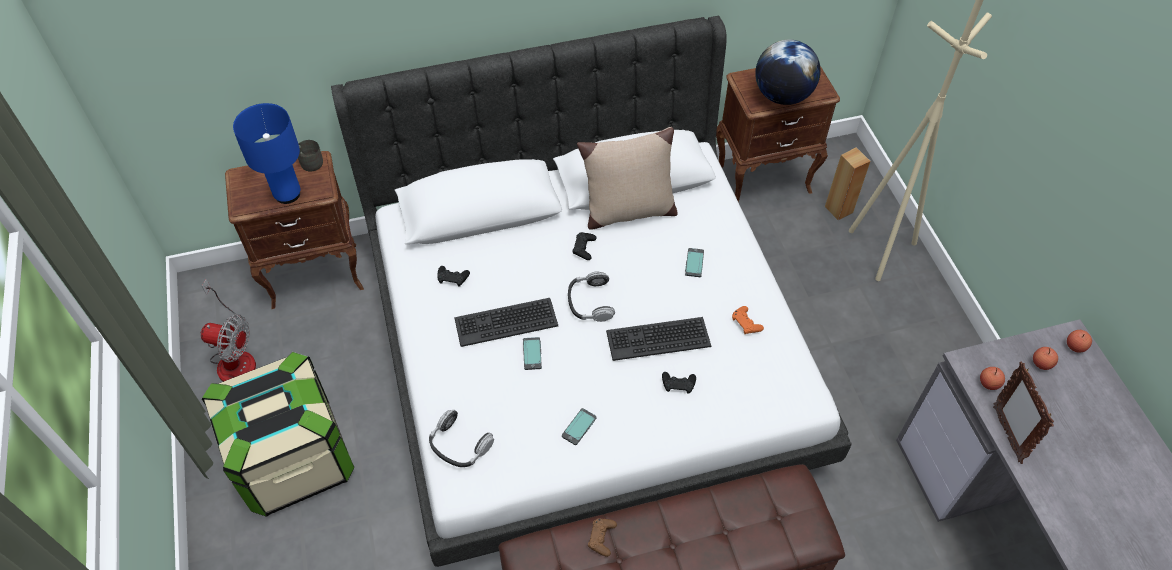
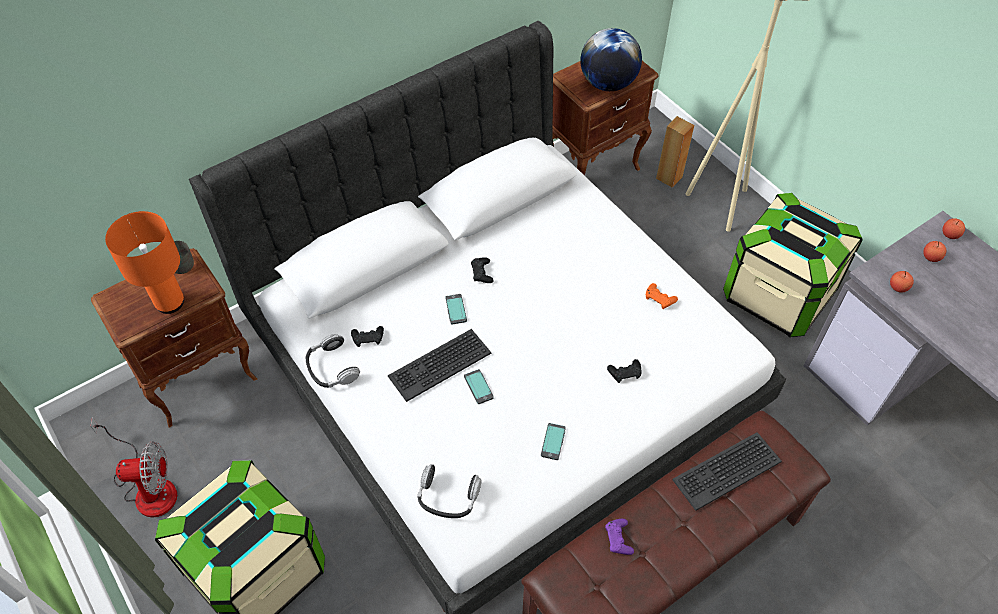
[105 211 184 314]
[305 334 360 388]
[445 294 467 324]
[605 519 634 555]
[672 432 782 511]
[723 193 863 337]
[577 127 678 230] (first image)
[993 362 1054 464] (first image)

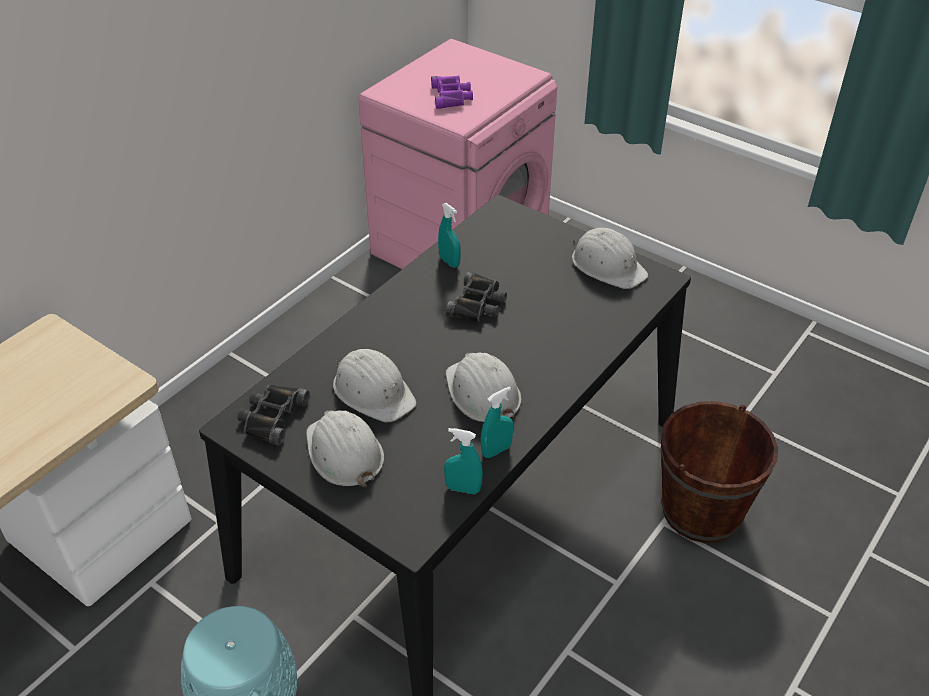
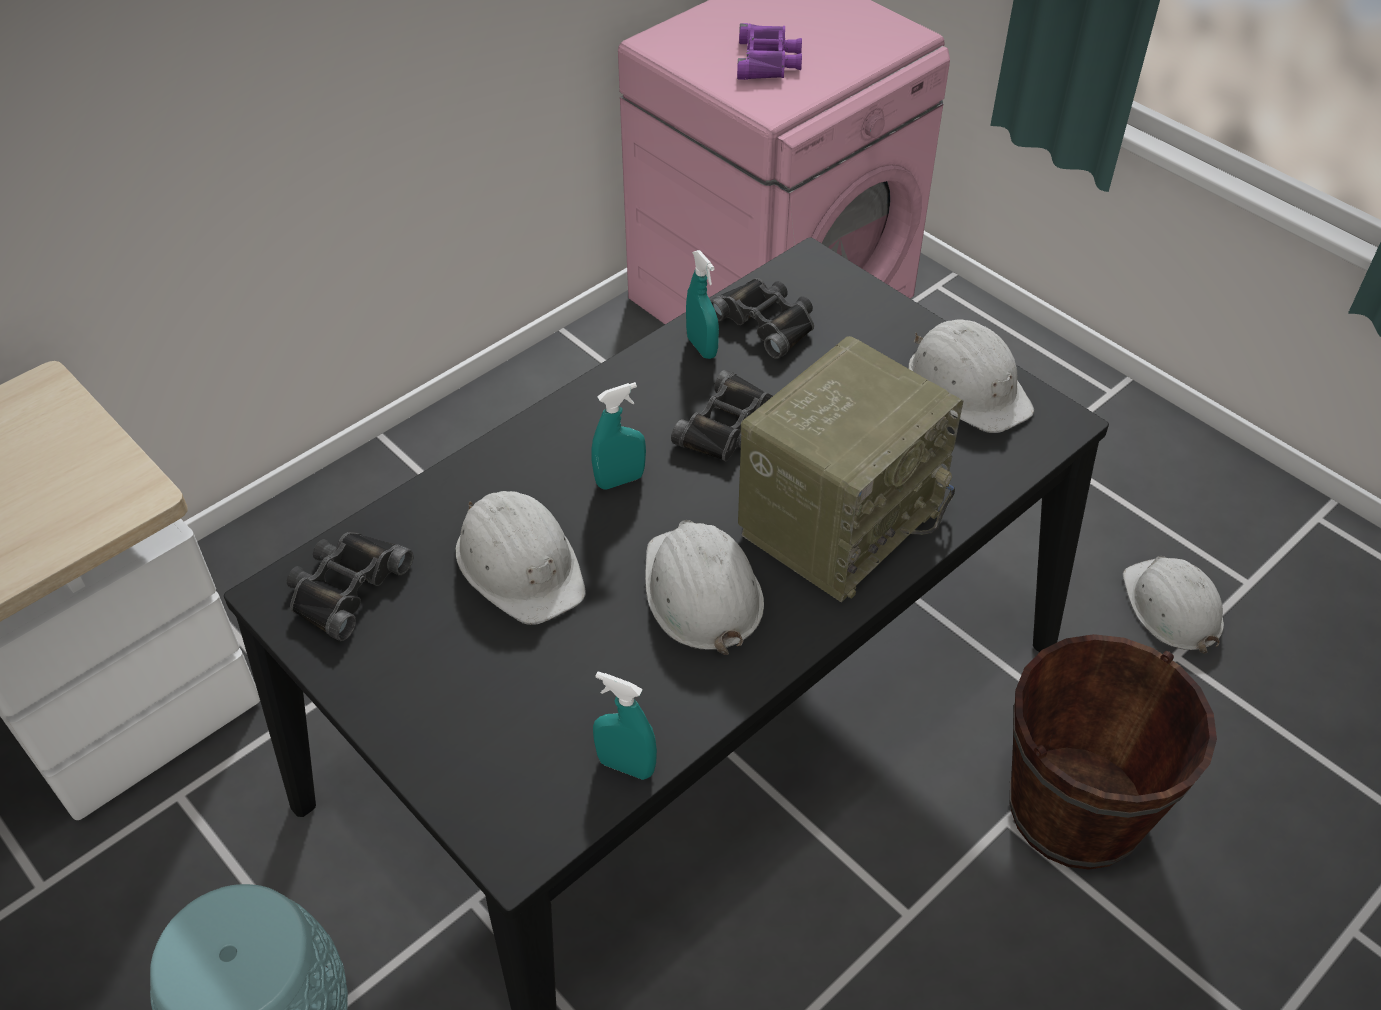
[592 382 646 489]
[710 278 814 359]
[738 336 963 602]
[1123 556 1224 653]

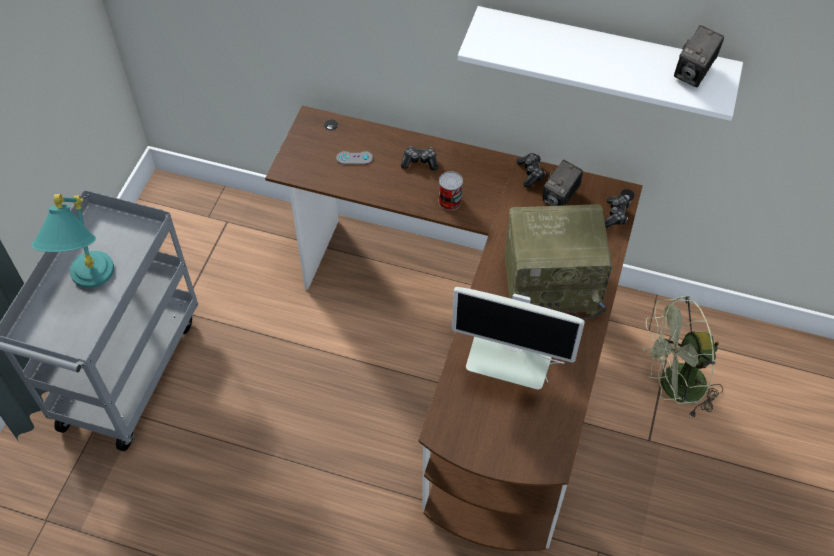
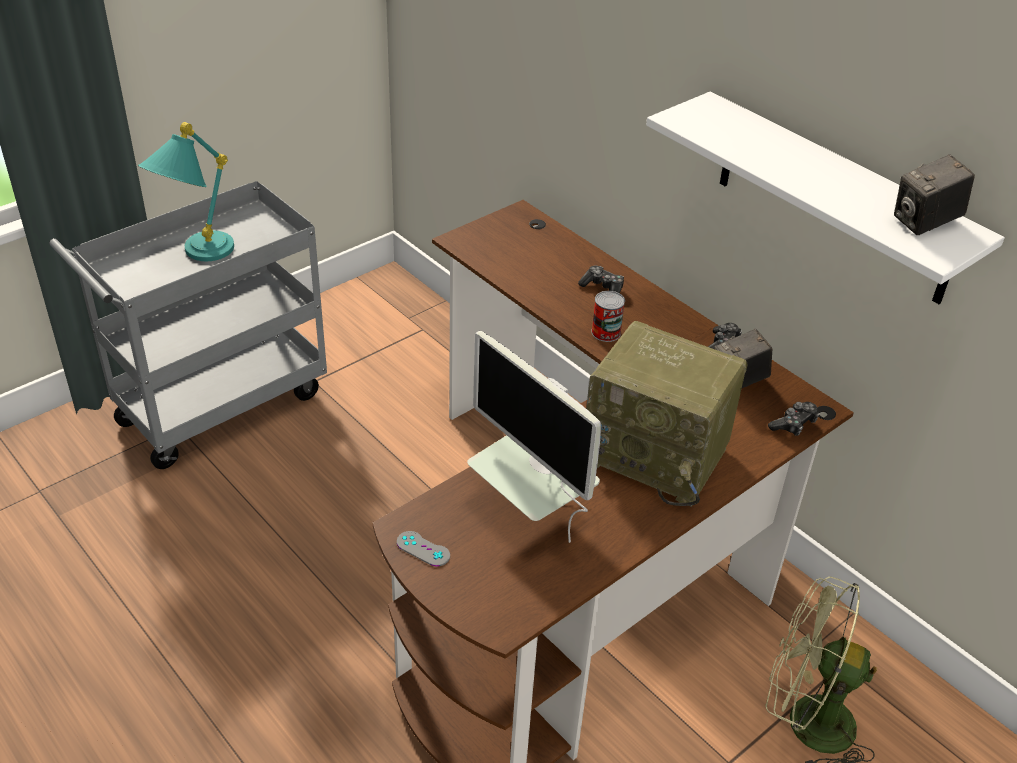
[397 531 450 566]

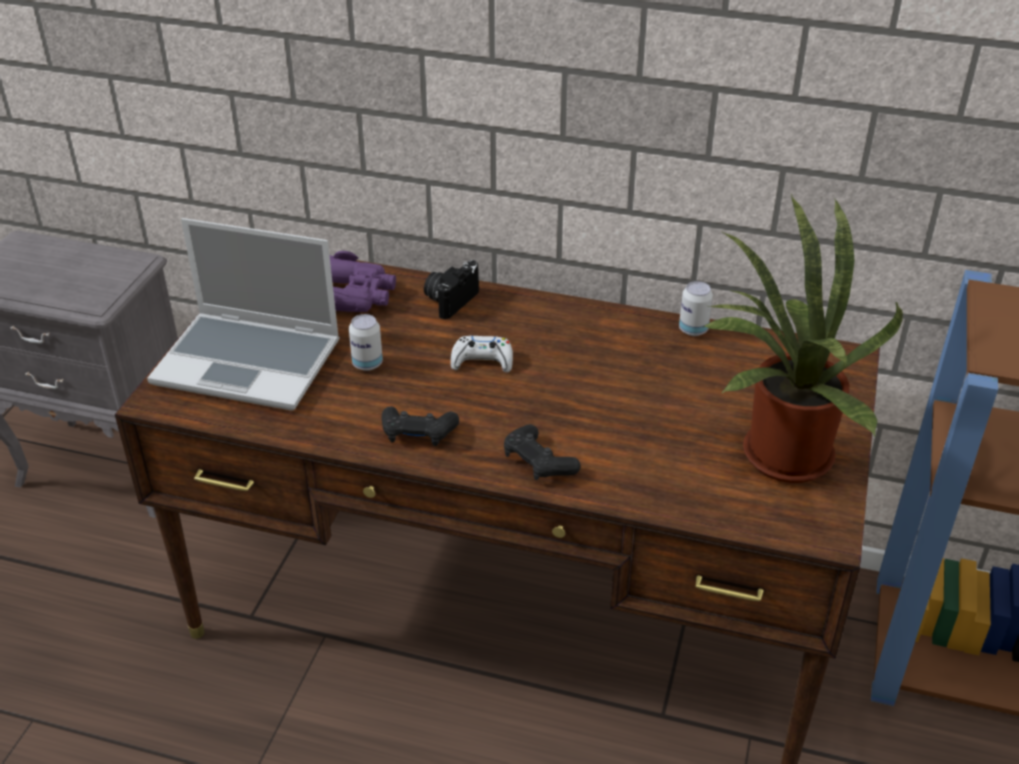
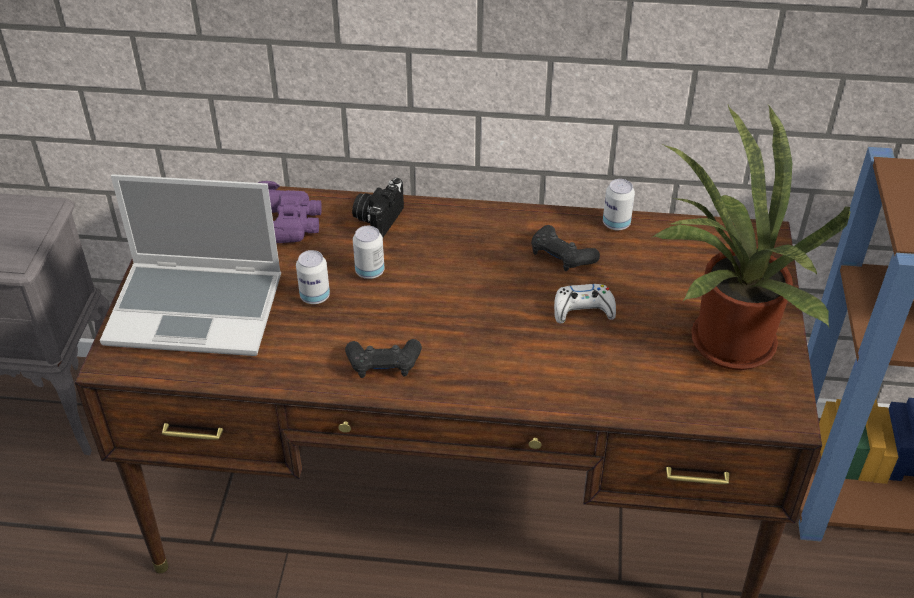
[353 226 384 279]
[531 225 600 271]
[554 284 616 323]

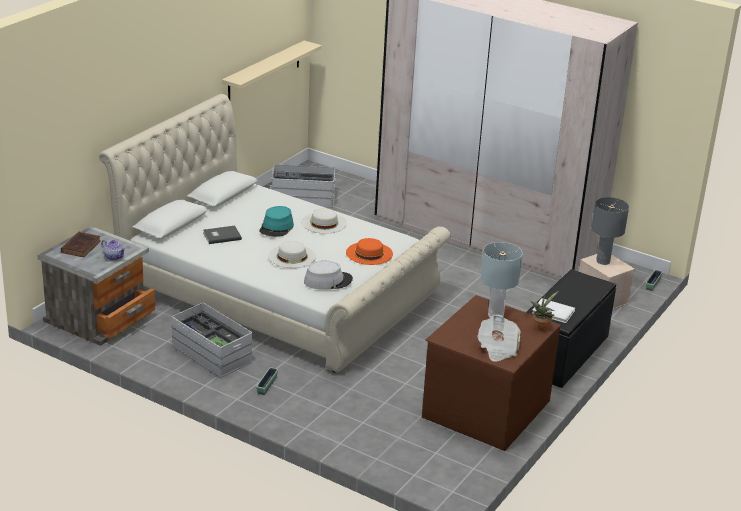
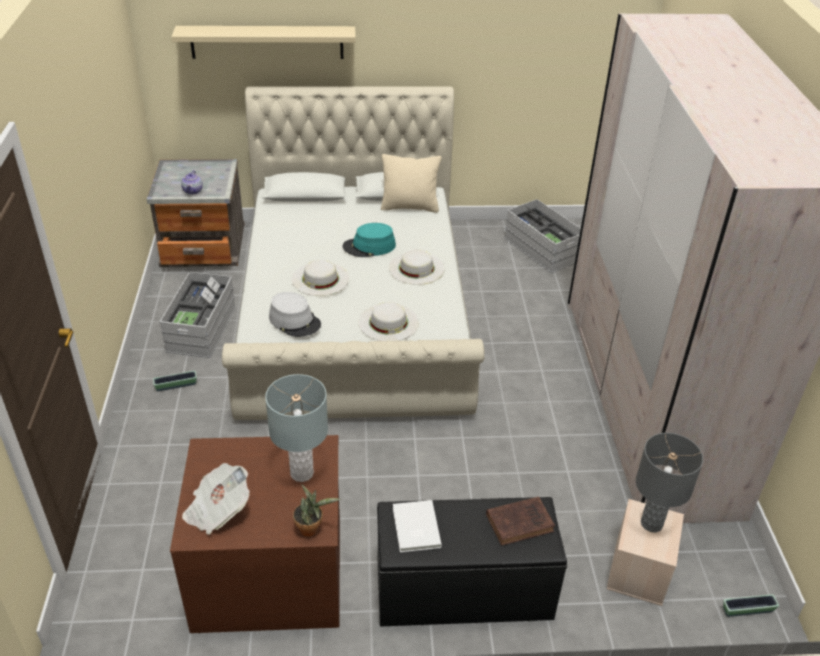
[171 26 356 59]
[358 302 419 341]
[381 154 442 212]
[486 497 555 546]
[203 226 242 244] (first image)

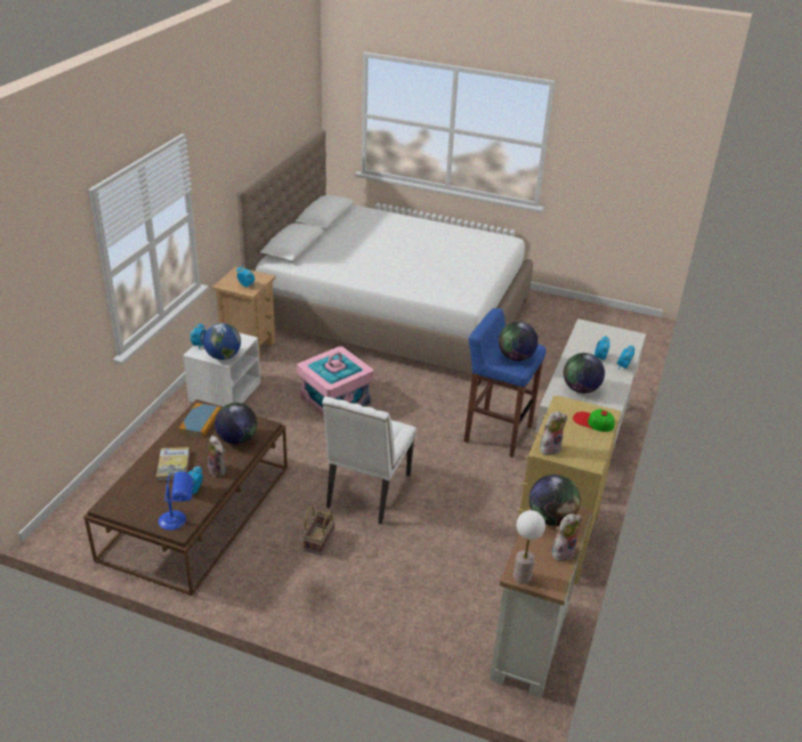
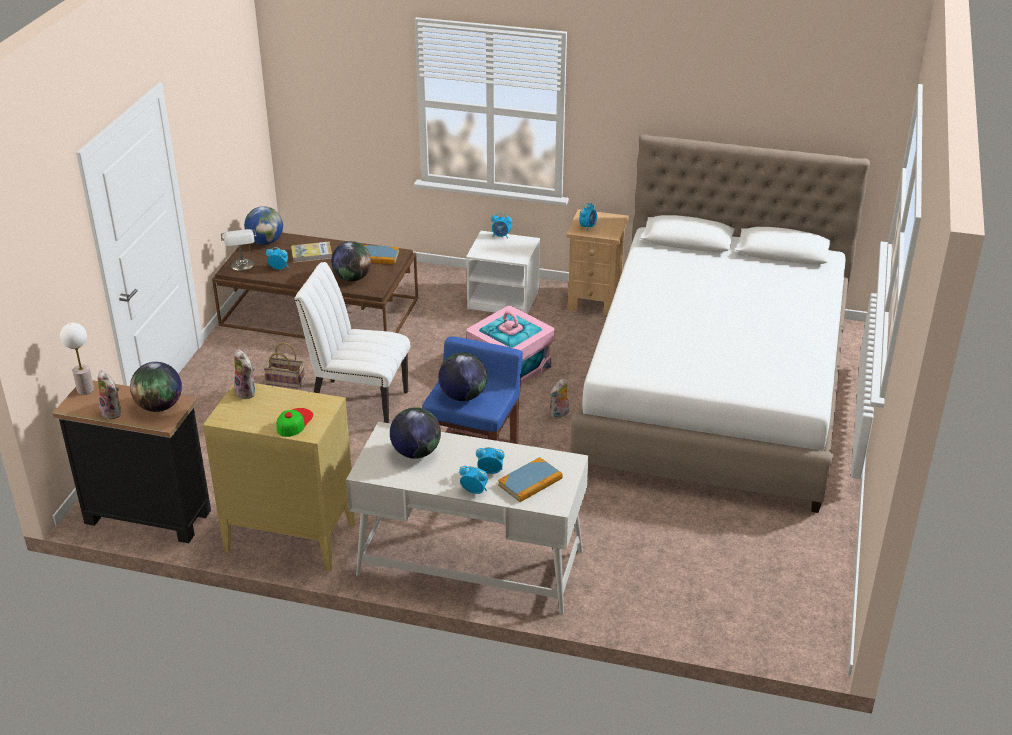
[52 380 211 543]
[221 229 257 271]
[244 206 283 245]
[498 457 563 502]
[550 379 569 419]

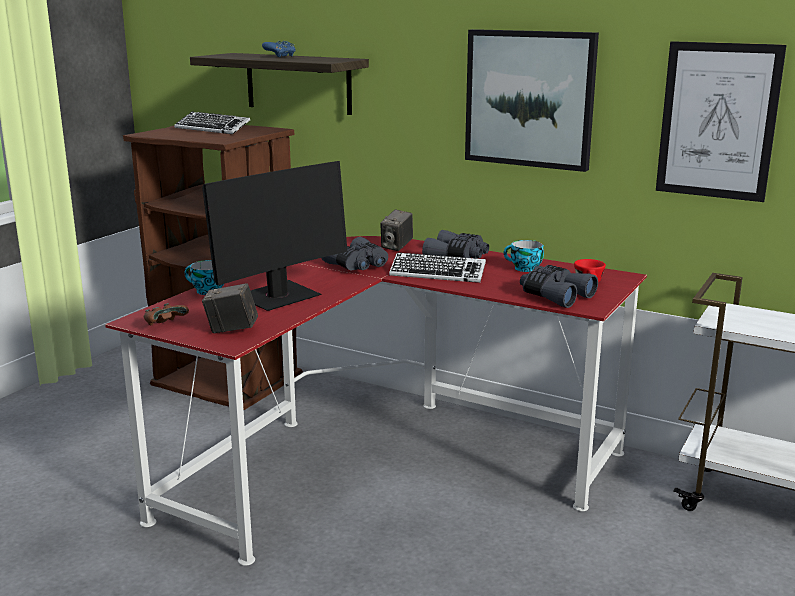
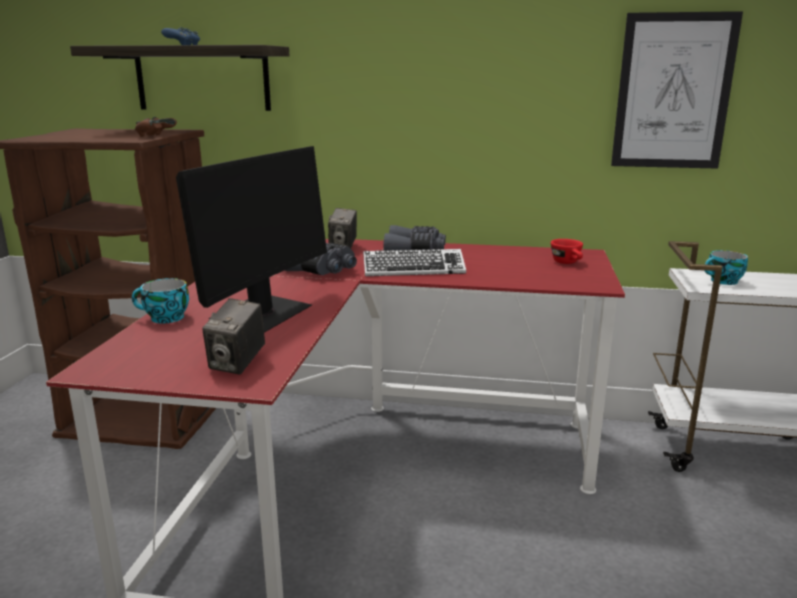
[135 117 177 137]
[202 298 265 374]
[704 250 748 285]
[174 112 250 134] (first image)
[465 29 599 172] (first image)
[520 265 598 308] (first image)

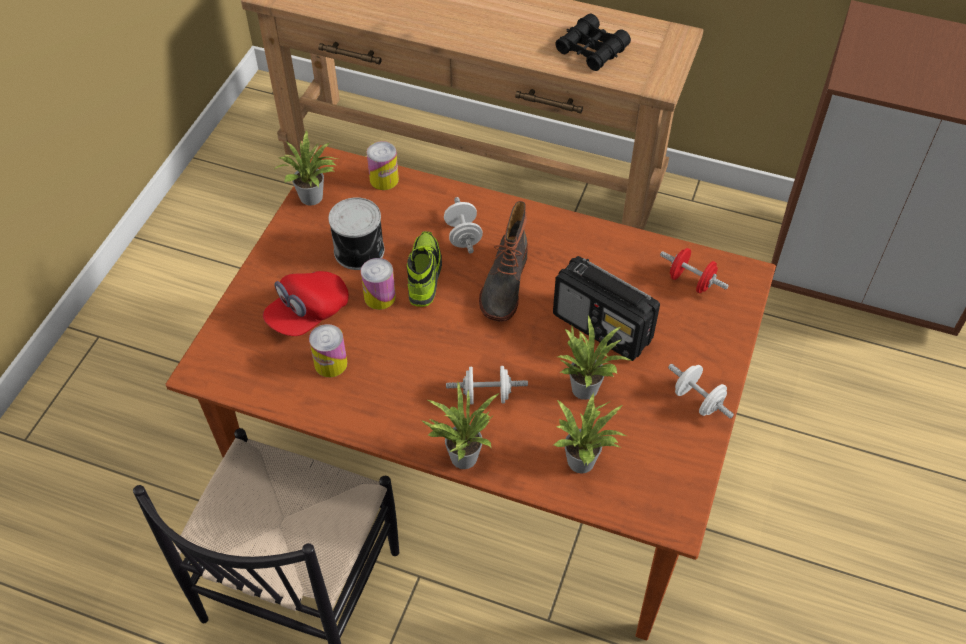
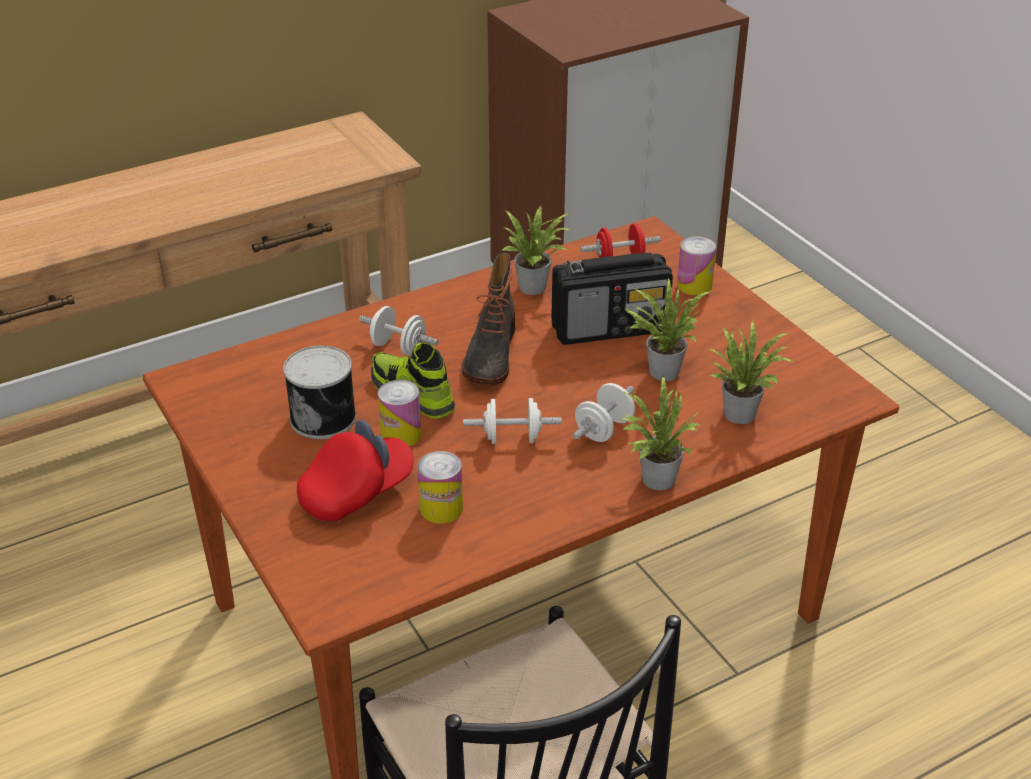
[297 419 413 521]
[462 253 515 385]
[463 398 562 444]
[501 206 571 295]
[677 237 716 295]
[555 14 631 71] (first image)

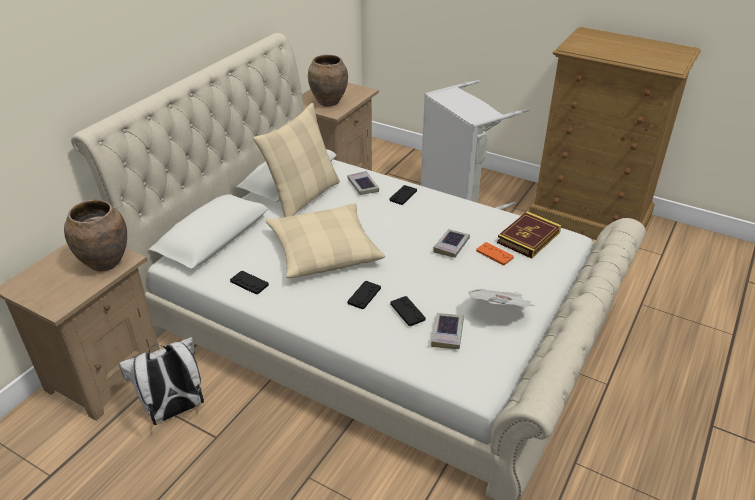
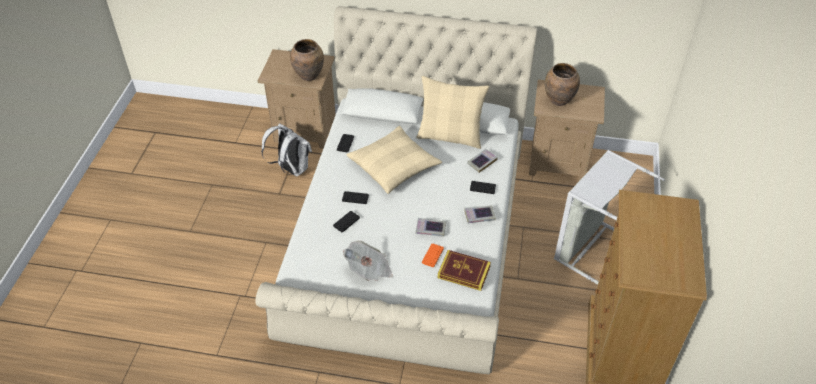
[464 206 496 223]

